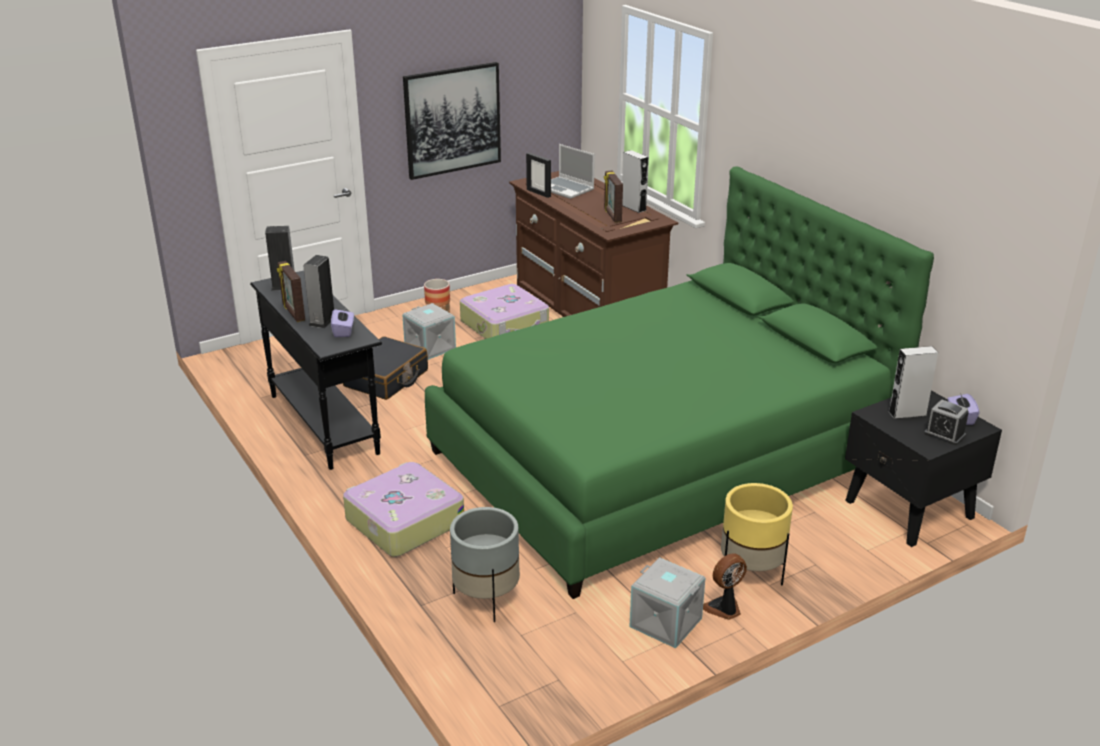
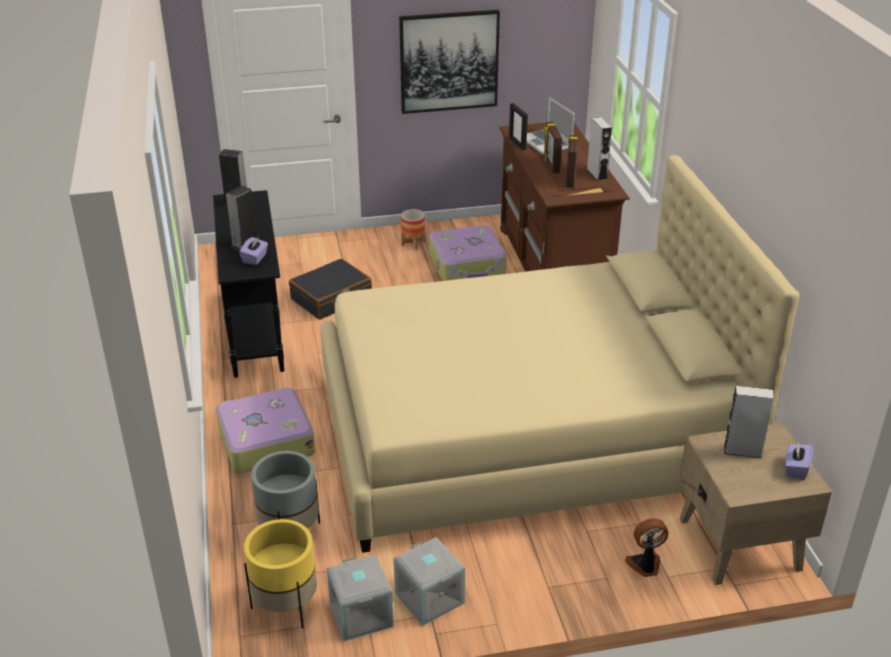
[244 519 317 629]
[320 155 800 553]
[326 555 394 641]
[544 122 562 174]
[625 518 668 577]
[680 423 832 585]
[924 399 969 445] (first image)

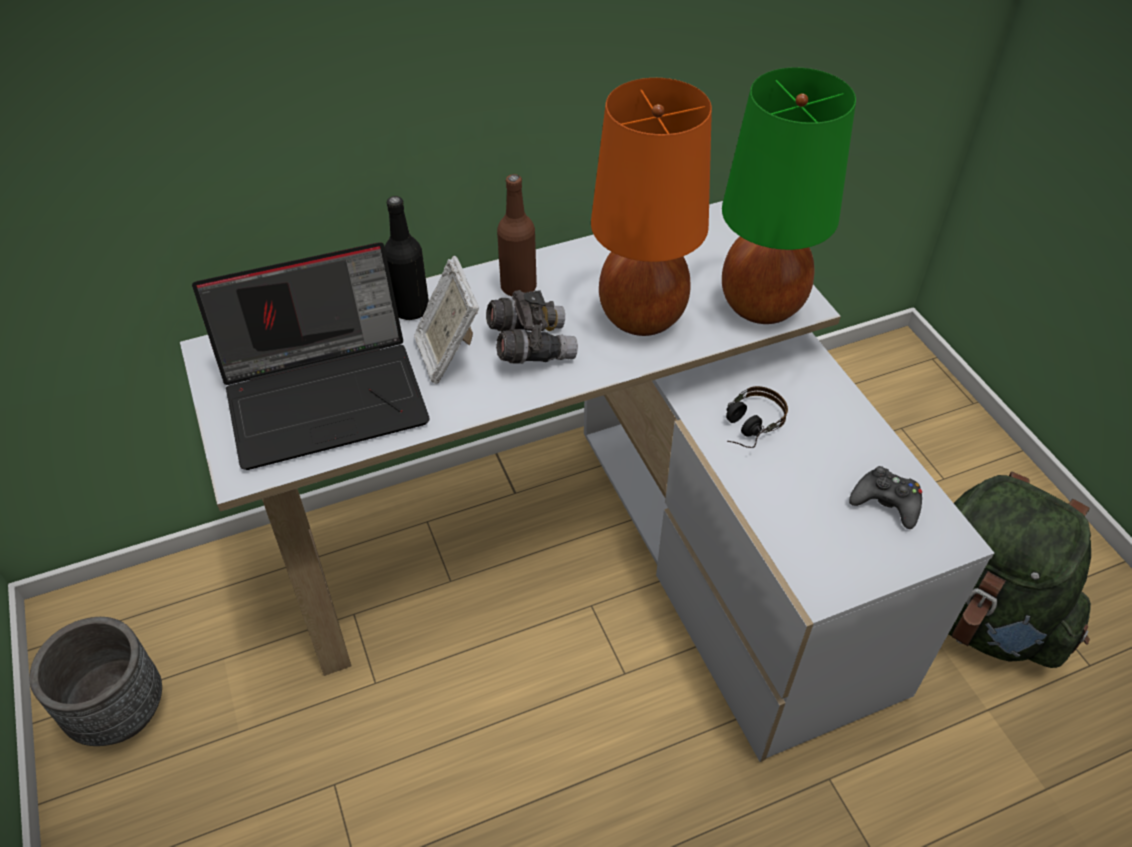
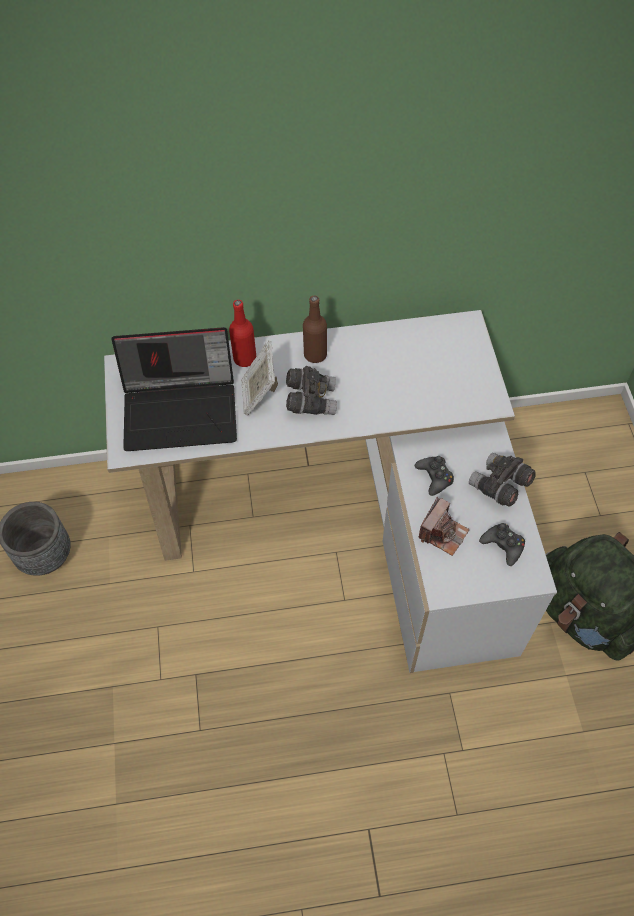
[229 300 256 367]
[415 456 454 496]
[419 497 470 556]
[469 453 536 506]
[591 78 712 336] (first image)
[722 68 856 324] (first image)

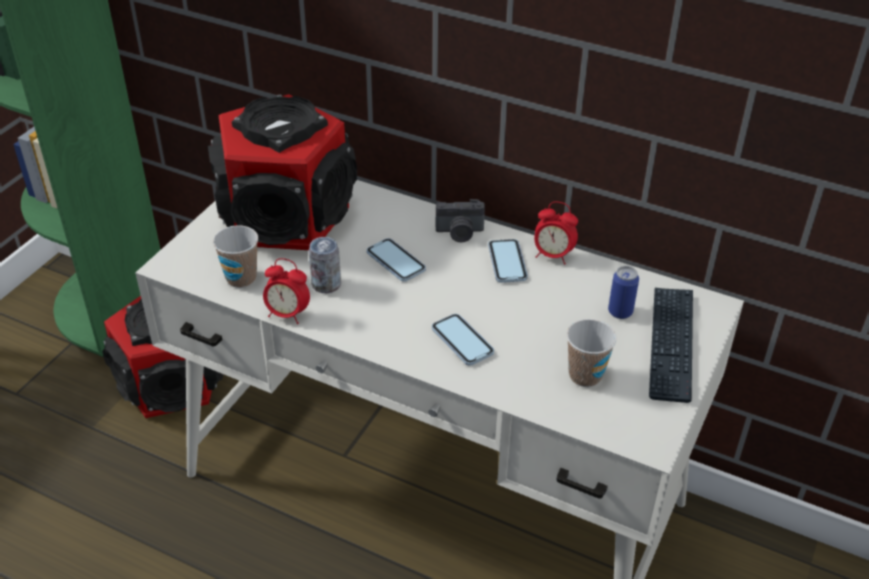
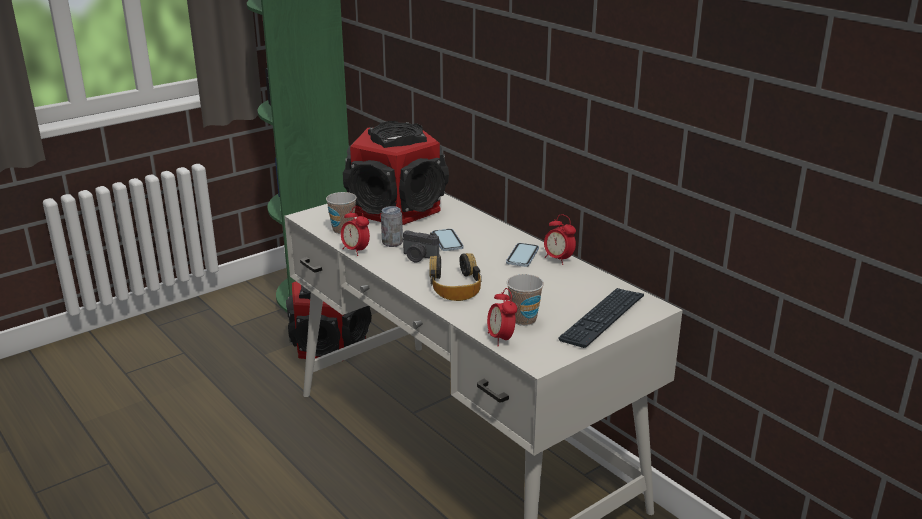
[403 230 439 262]
[429 253 482 301]
[487 288 517 346]
[608 266 639 319] (first image)

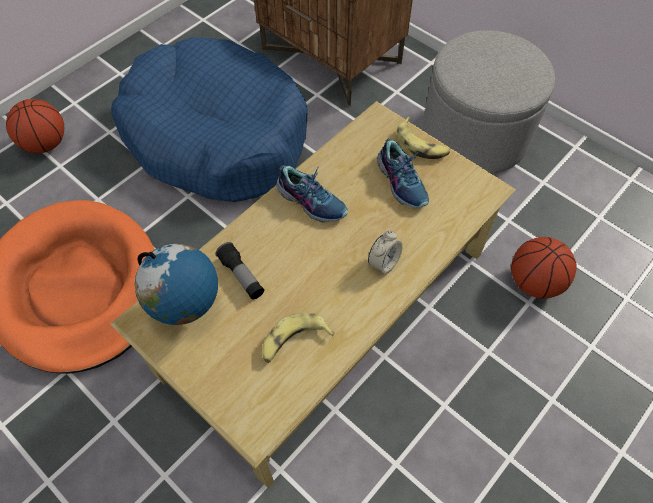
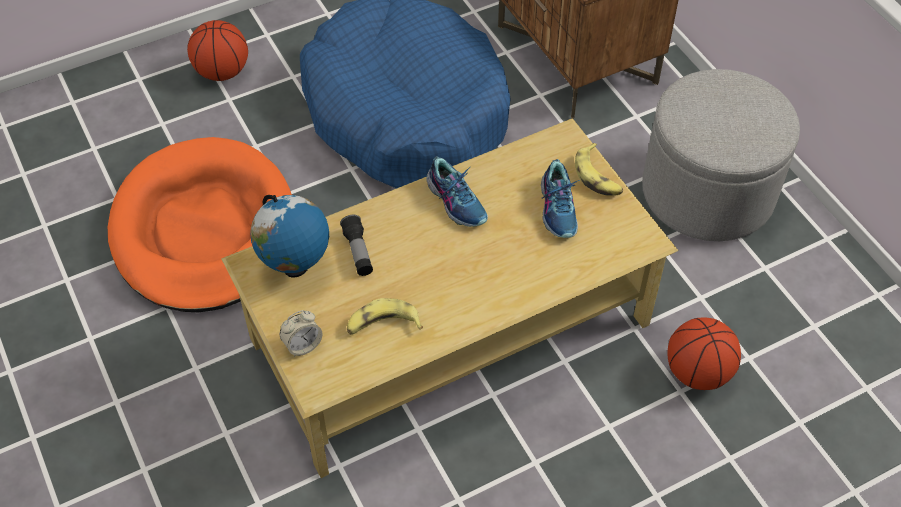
[280 310 323 357]

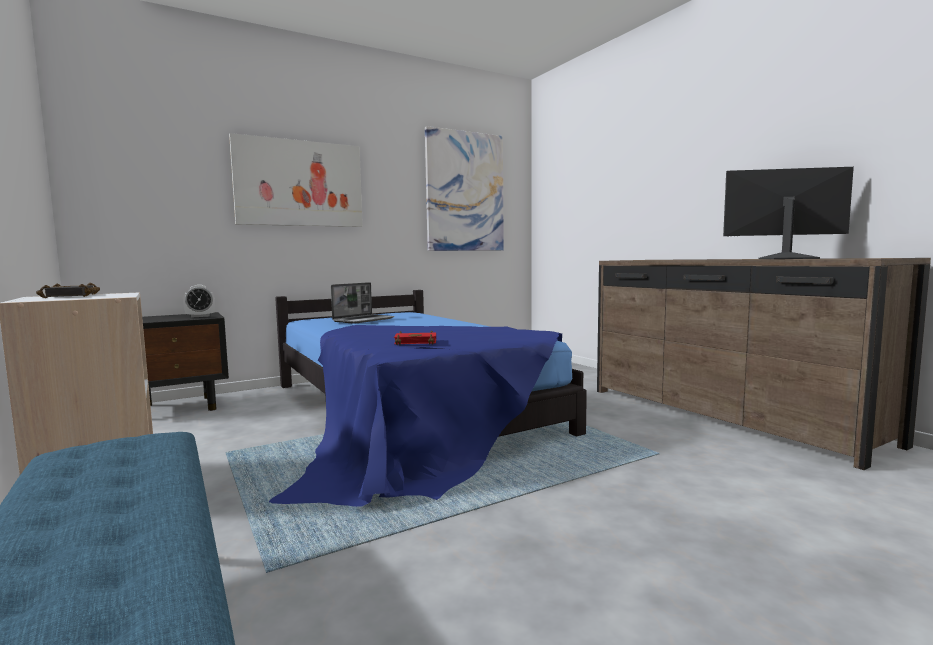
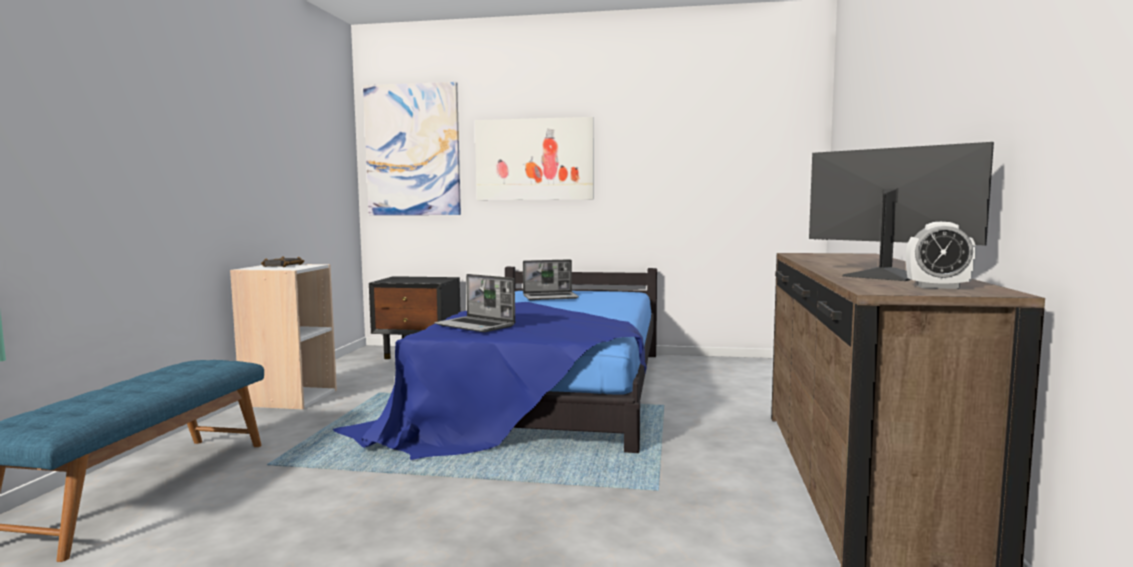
[363 82 461 215]
[434 274 515 332]
[906 222 976 289]

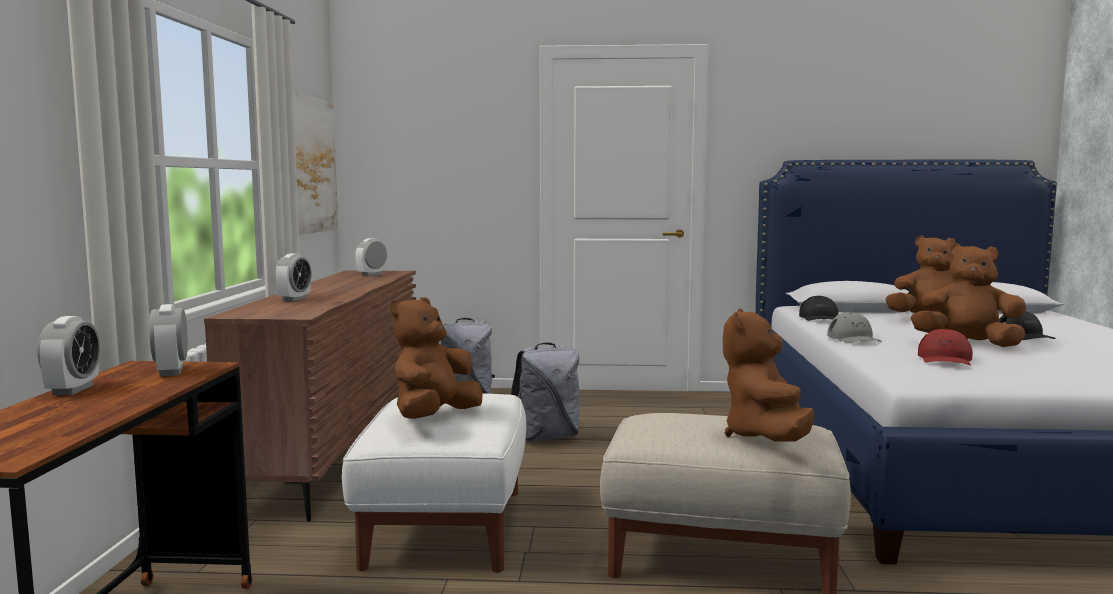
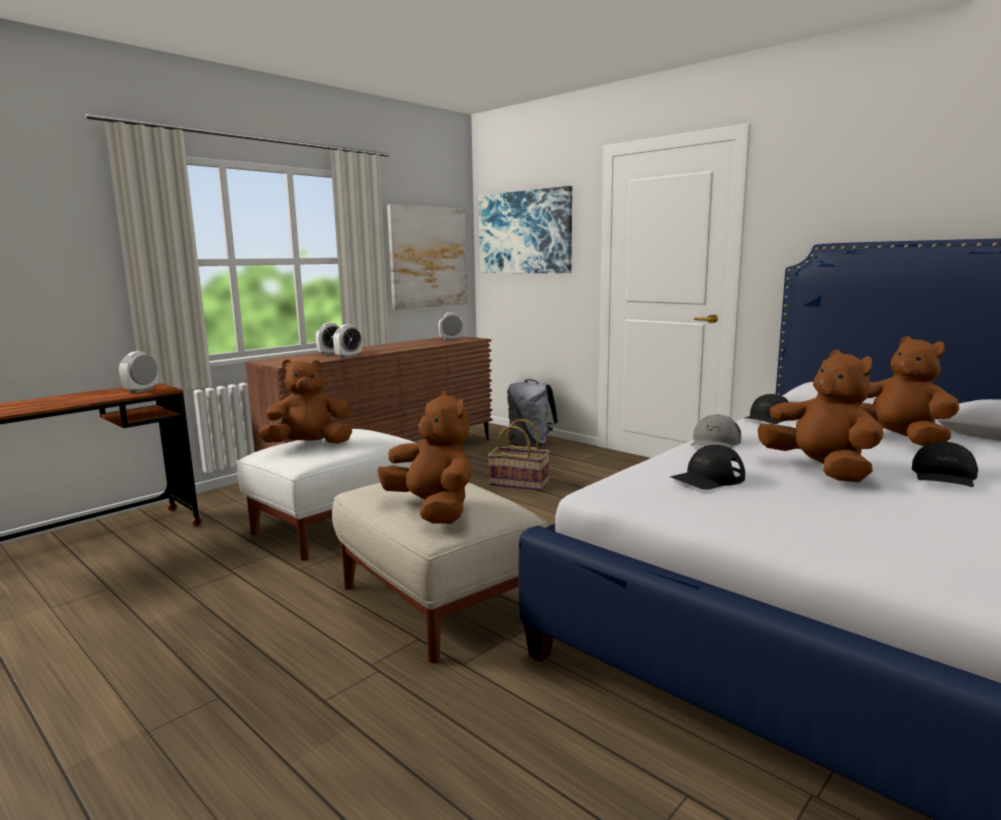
[333 324 362 358]
[377 391 471 524]
[478 186 572 273]
[488 419 550 491]
[670 445 745 490]

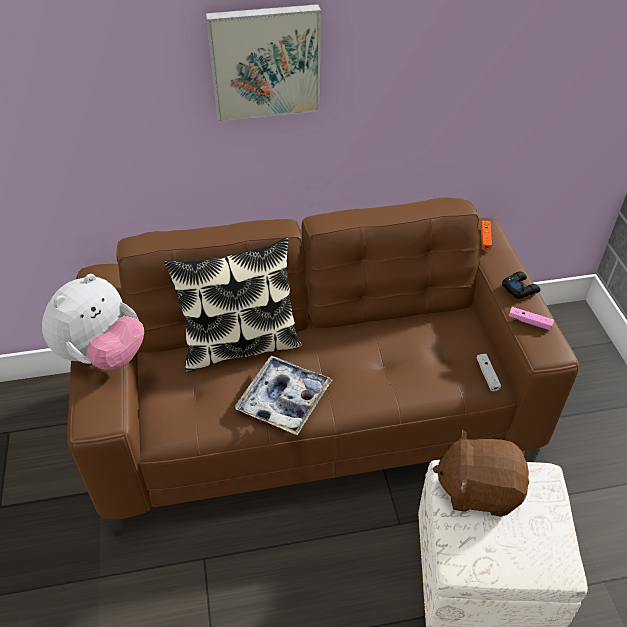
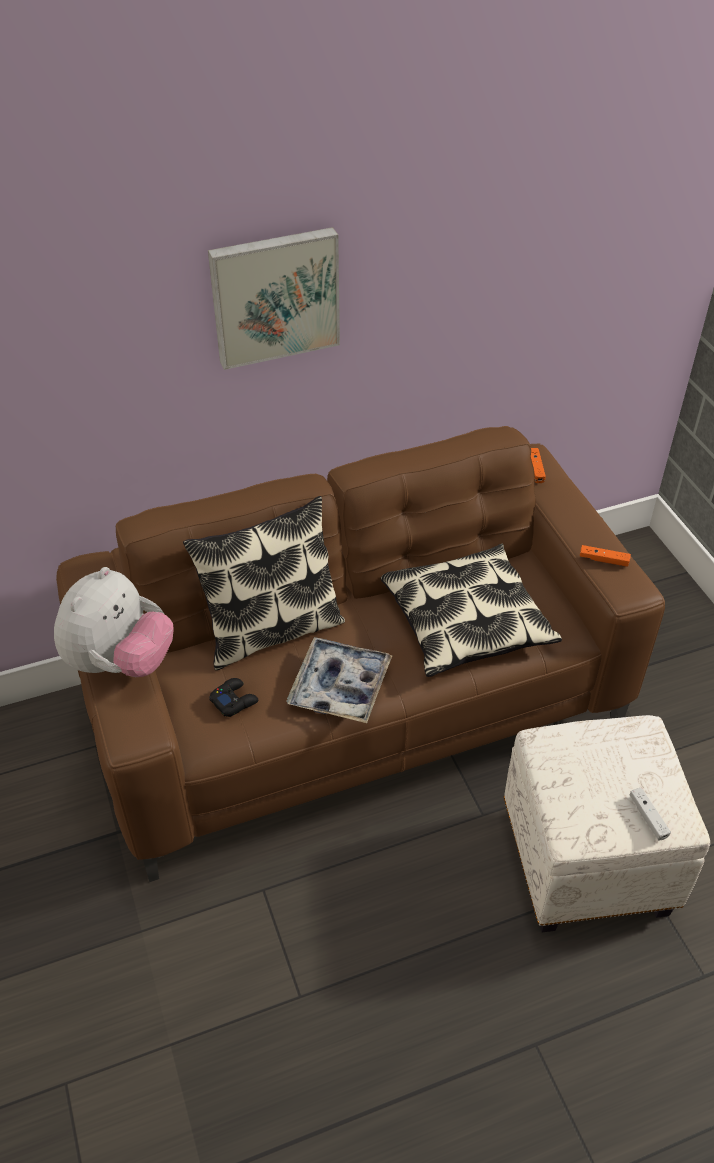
[209 678 258 717]
[381 544 562 677]
[580 545 631 567]
[629 788 671 841]
[433 429 529 517] (first image)

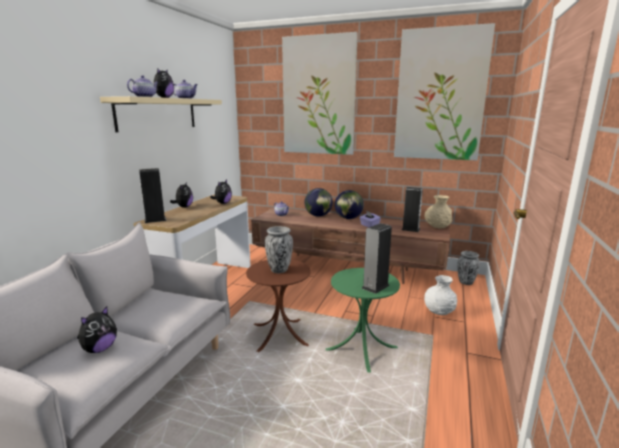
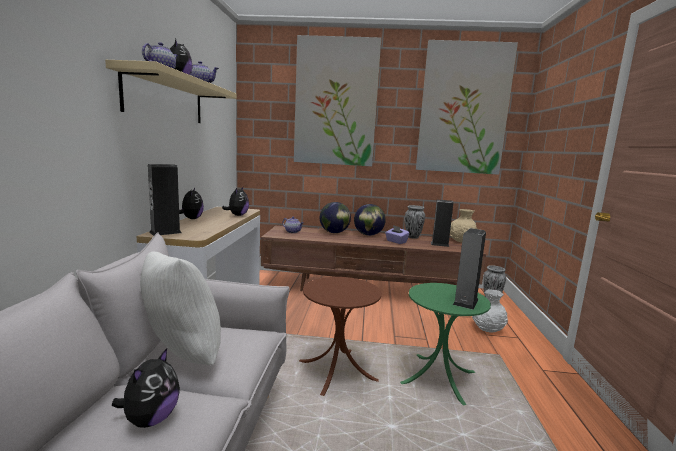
[140 252 221 365]
[405 205 425 239]

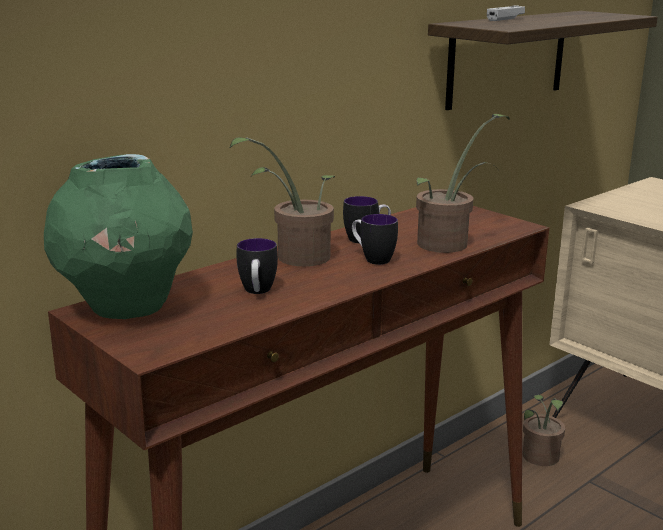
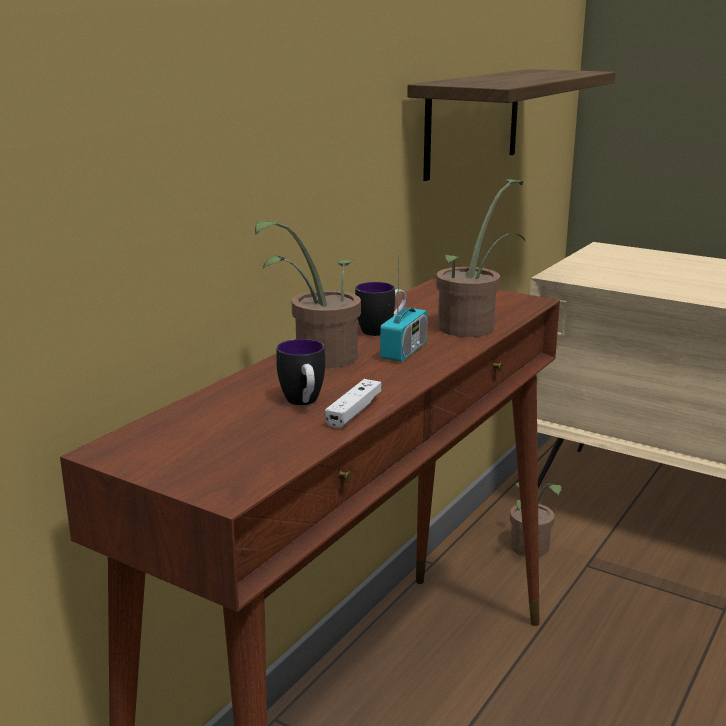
[325 379 382 428]
[380 264 428 362]
[44 154 193 319] (first image)

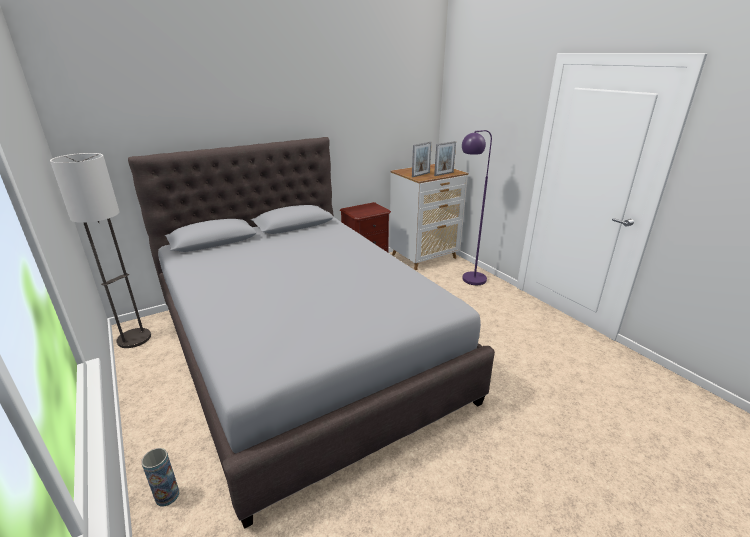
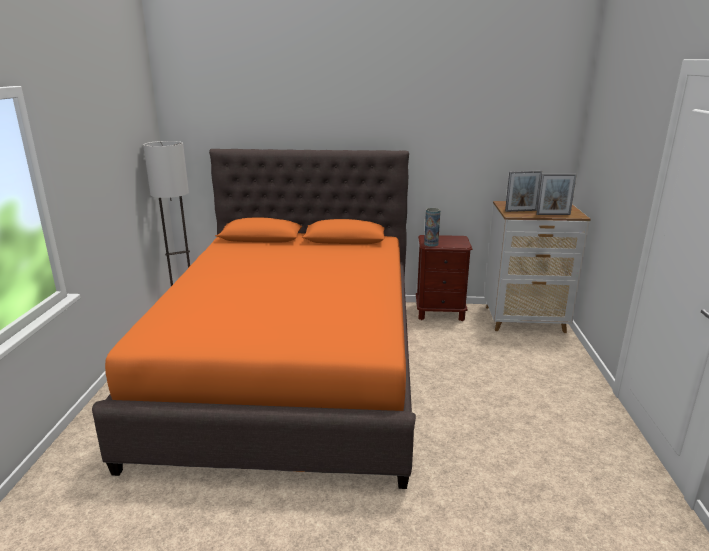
[92 149 416 489]
[424 208 440 247]
[462 130 492 285] (first image)

